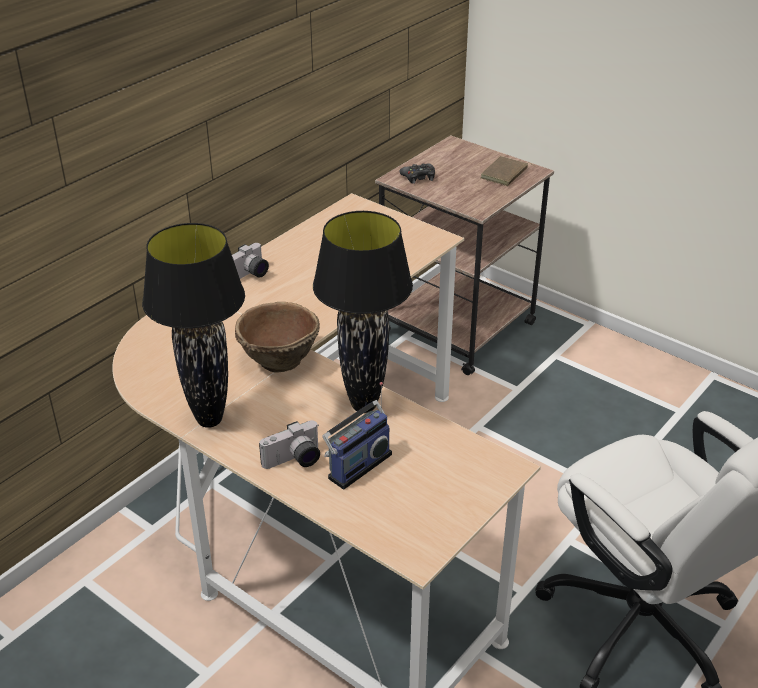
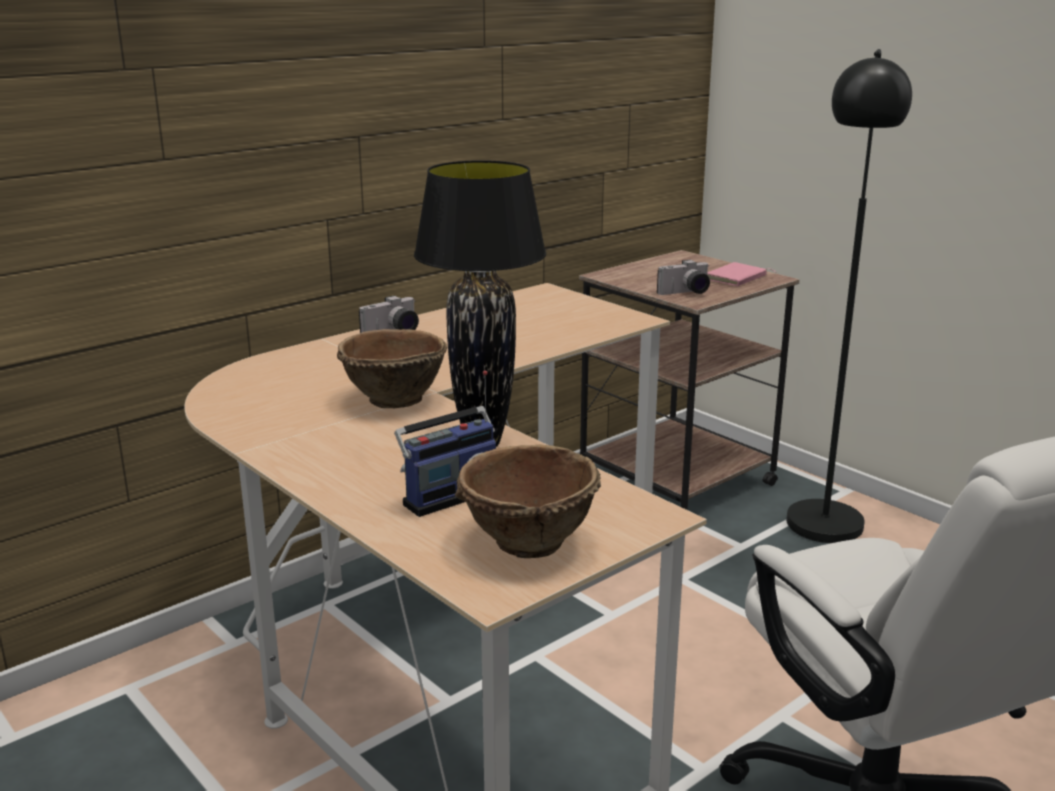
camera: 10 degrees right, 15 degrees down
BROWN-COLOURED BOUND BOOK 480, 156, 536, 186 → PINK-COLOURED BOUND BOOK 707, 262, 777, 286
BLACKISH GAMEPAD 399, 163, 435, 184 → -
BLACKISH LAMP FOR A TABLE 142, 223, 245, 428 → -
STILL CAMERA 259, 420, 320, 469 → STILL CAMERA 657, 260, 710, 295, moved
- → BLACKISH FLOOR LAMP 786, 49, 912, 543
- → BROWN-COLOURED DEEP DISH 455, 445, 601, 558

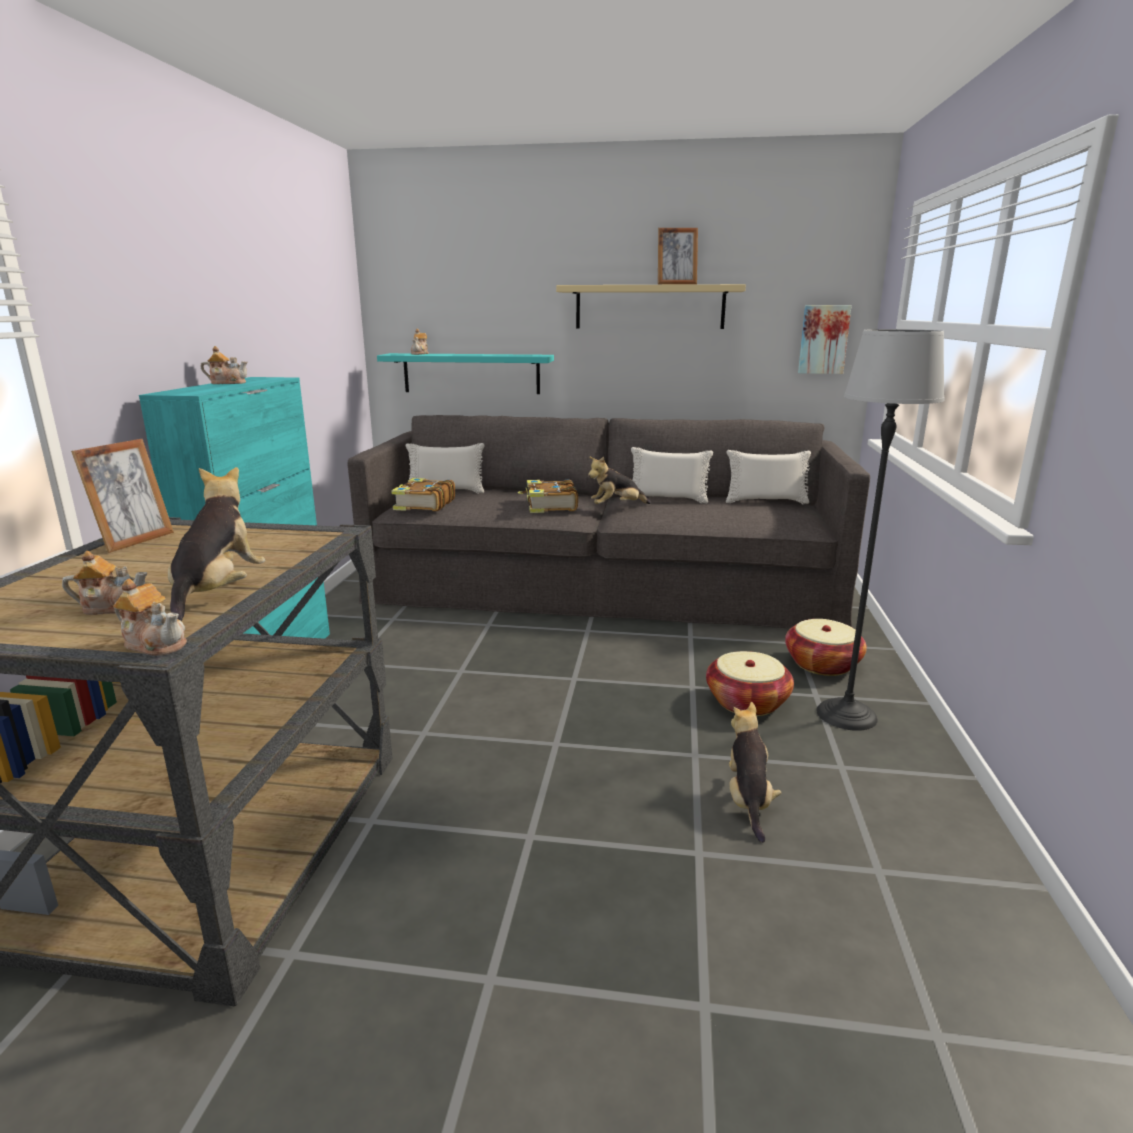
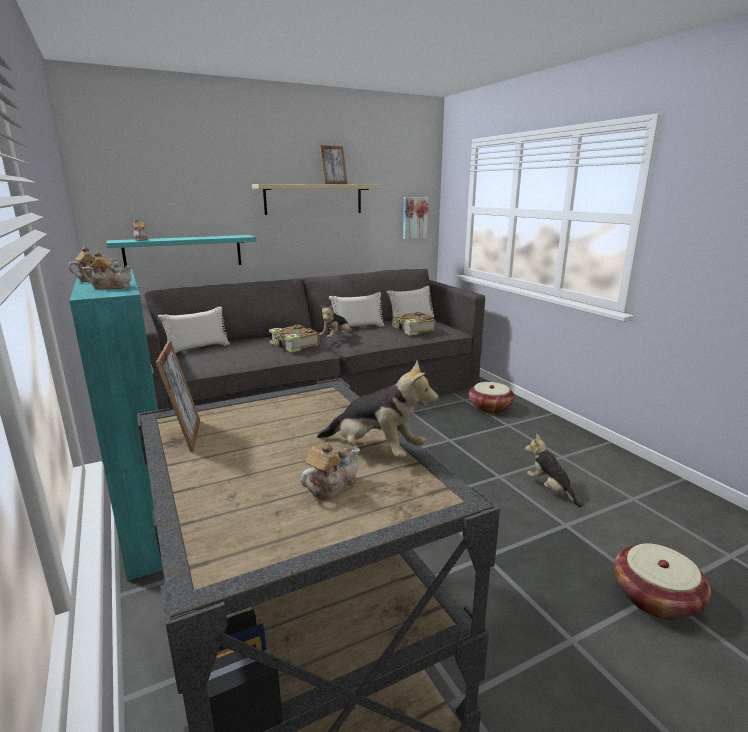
camera: 35 degrees left, 0 degrees up
FLOOR LAMP 816, 329, 945, 731 → -
PLUSH TOY 168, 467, 265, 621 → PLUSH TOY 317, 360, 438, 458, 150 degrees clockwise
BOUND BOOK 391, 478, 455, 511 → BOUND BOOK 392, 312, 436, 335, moved
TEA POT 113, 579, 187, 656 → TEA POT 82, 251, 132, 290, moved
BASKET 706, 651, 794, 716 → BASKET 614, 543, 711, 620, moved

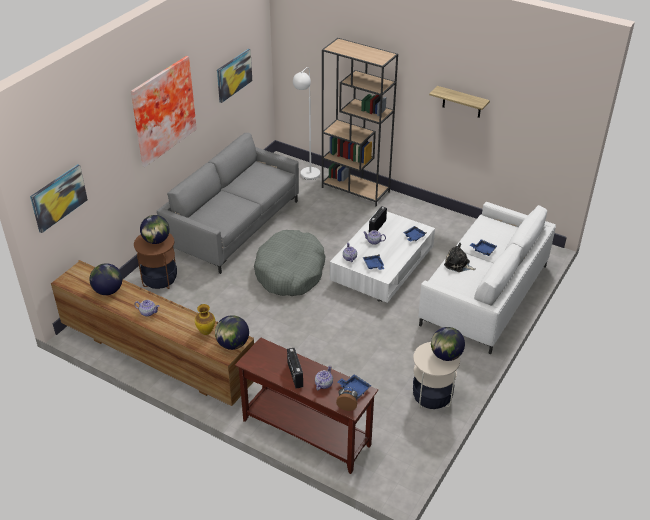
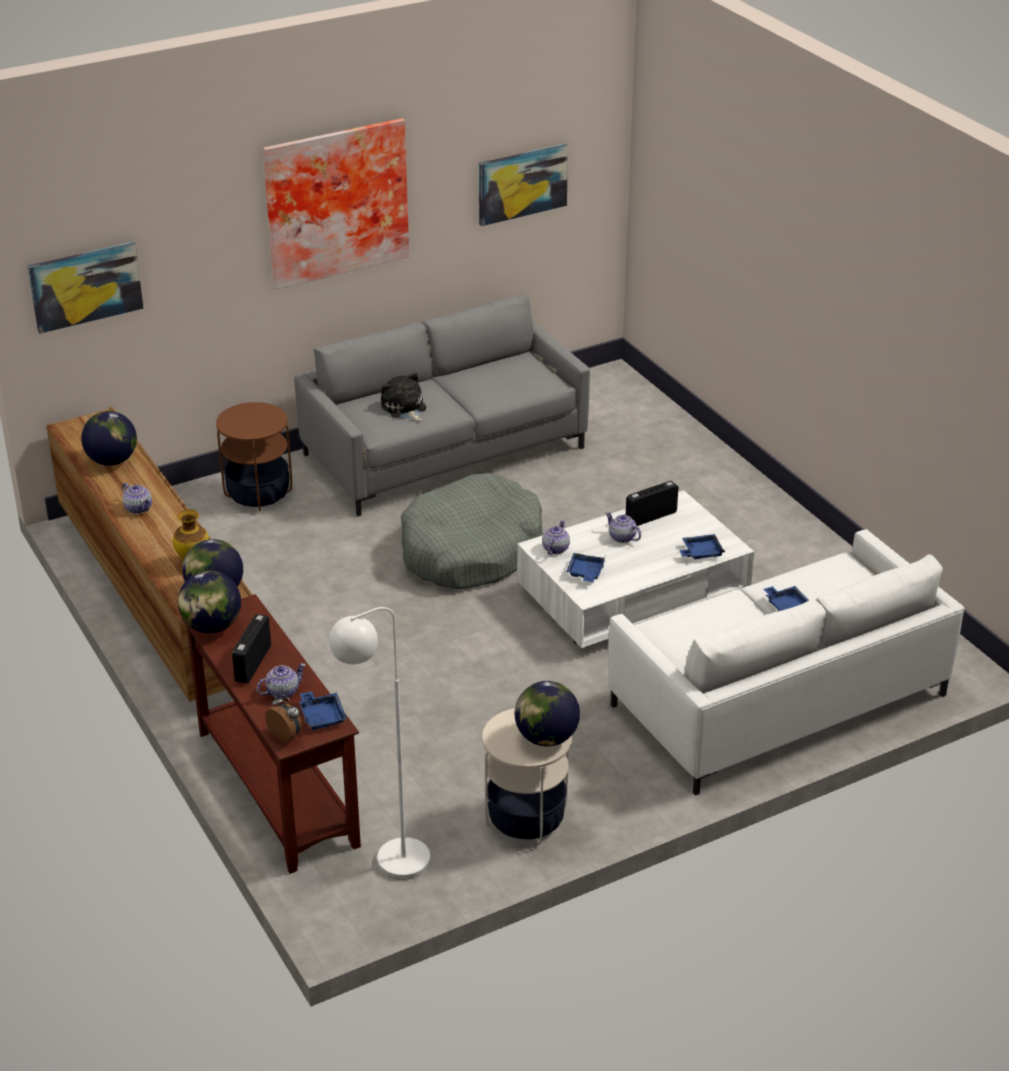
camera: 30 degrees right, 5 degrees down
BOOKSHELF 322, 38, 398, 206 → -
WHITISH FLOOR LAMP 293, 67, 320, 180 → WHITISH FLOOR LAMP 329, 607, 431, 880, moved
BRACKET SHELF 429, 86, 490, 118 → -
GLOBE 140, 215, 170, 244 → GLOBE 178, 571, 241, 633, moved
PLUSH TOY 444, 243, 476, 272 → PLUSH TOY 381, 372, 426, 422, moved

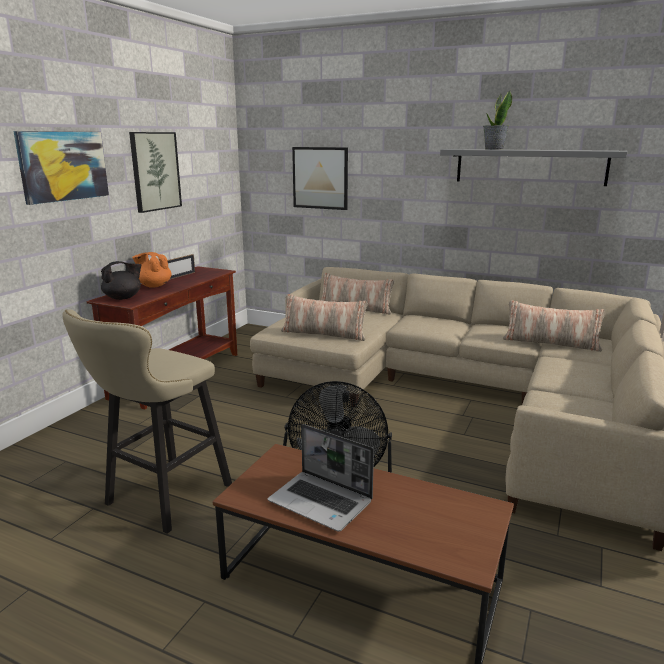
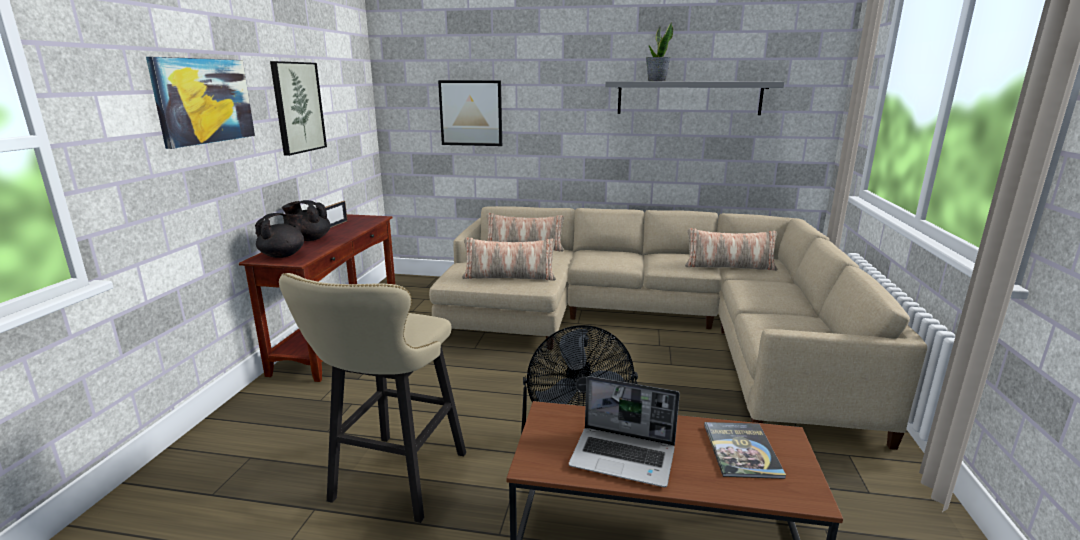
camera: 15 degrees left, 0 degrees up
ORANGEY TEA POT 132, 252, 171, 288 → BLACKISH TEA POT 282, 200, 331, 241
- → BOUND BOOK 704, 422, 786, 479

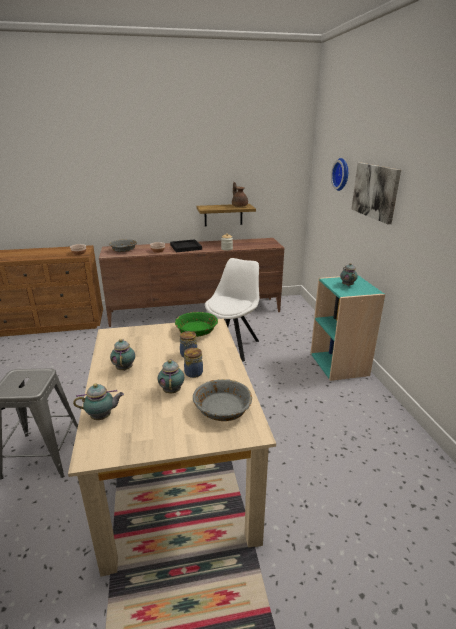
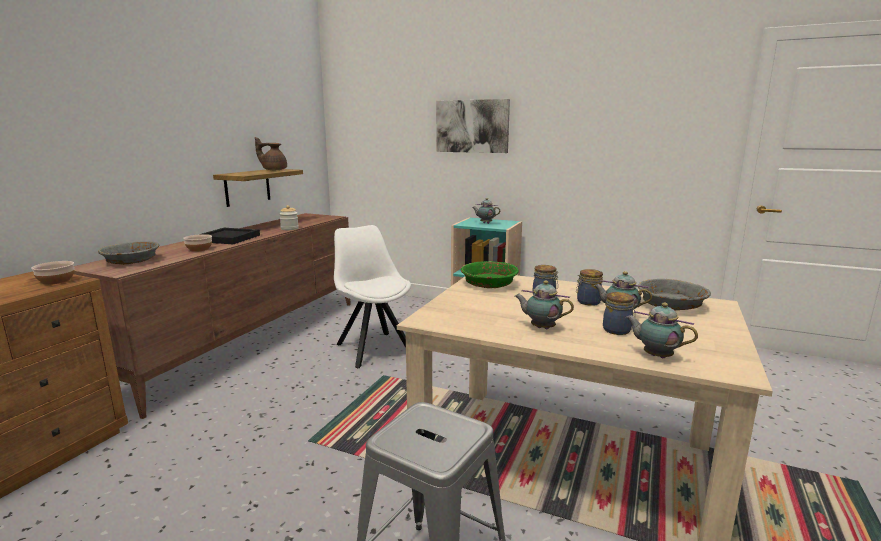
camera: 55 degrees left, 10 degrees down
WALL CLOCK 331, 158, 348, 191 → -
TEA POT 73, 383, 124, 420 → TEA POT 625, 303, 698, 358, 75 degrees counterclockwise
- → JAR 603, 292, 636, 335

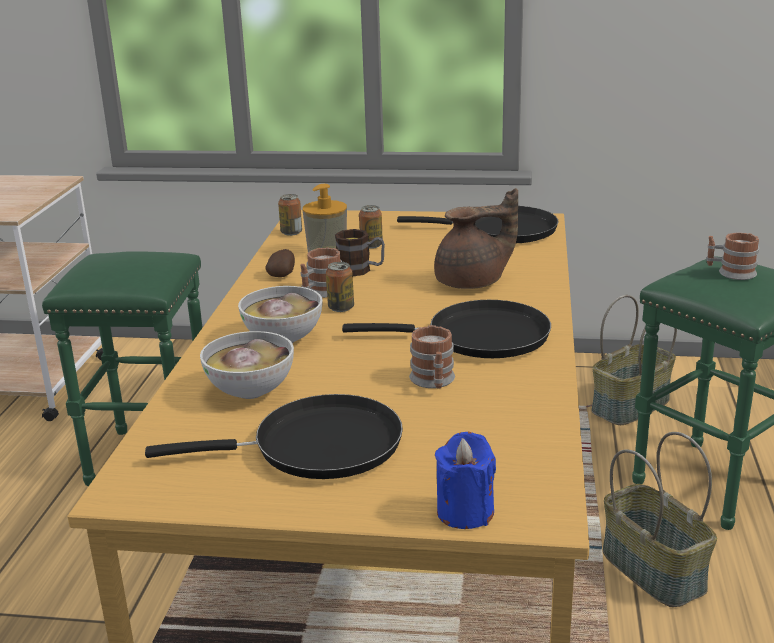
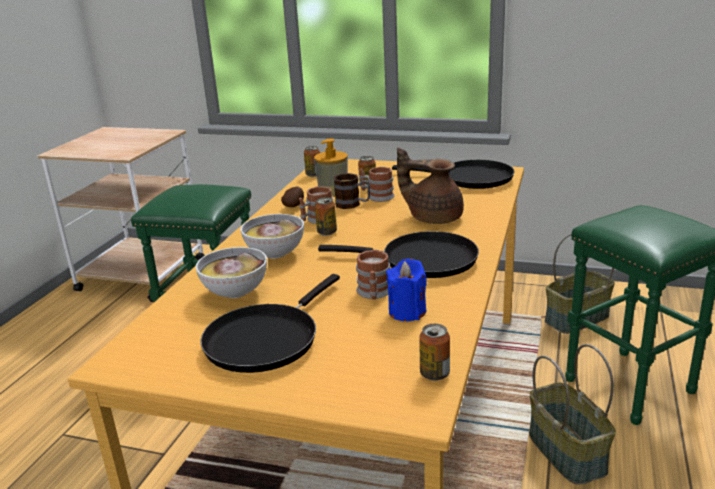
camera: 10 degrees right, 0 degrees up
BROWN-COLOURED TEA POT 434, 188, 518, 289 → BROWN-COLOURED TEA POT 397, 148, 464, 224, 150 degrees counterclockwise
TEA MUG 706, 232, 759, 280 → TEA MUG 360, 167, 395, 202, moved
BLACKISH FRYING PAN 145, 394, 403, 479 → BLACKISH FRYING PAN 200, 274, 340, 373, 120 degrees clockwise
BLUISH WAX CANDLE 435, 432, 496, 529 → BLUISH WAX CANDLE 386, 258, 427, 321, moved
- → CAN 419, 324, 450, 381

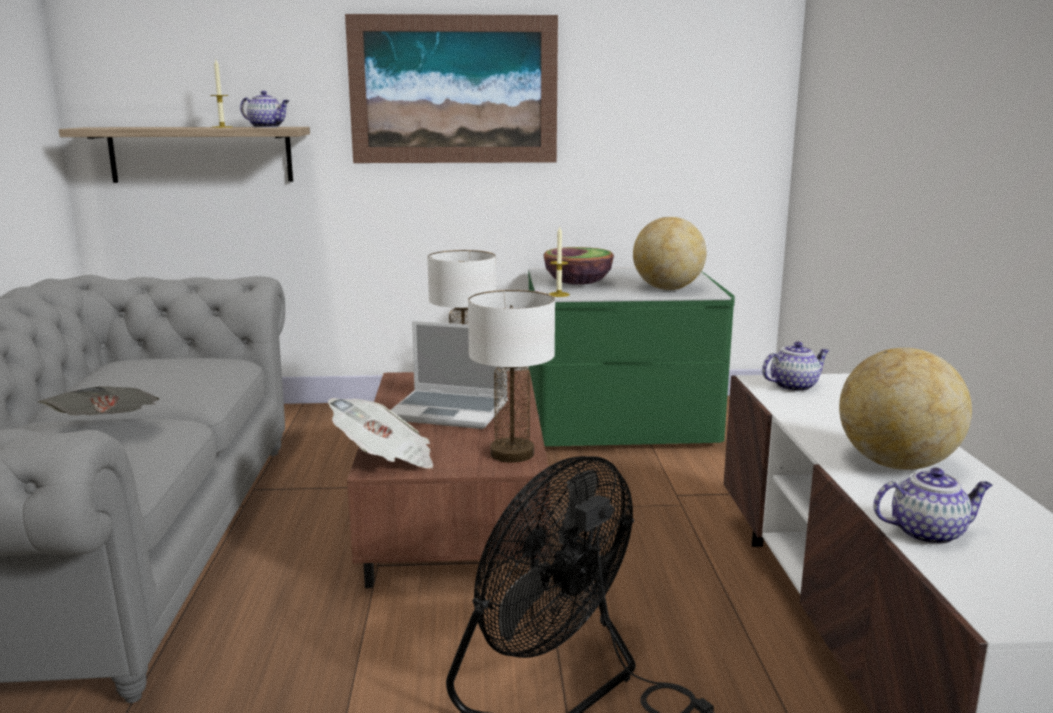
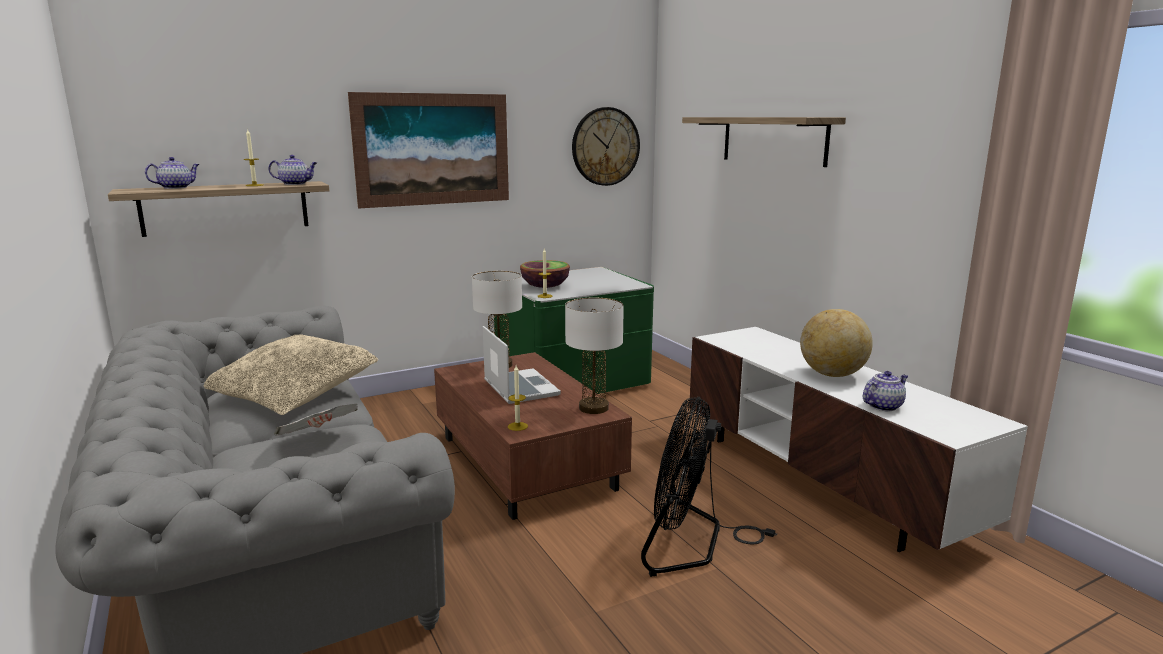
camera: 25 degrees left, 0 degrees up
GLOBE 633, 217, 706, 290 → -
PORTABLE COMPUTER 390, 321, 508, 429 → PORTABLE COMPUTER 483, 326, 561, 404, 105 degrees counterclockwise
TEA POT 762, 342, 829, 392 → TEA POT 145, 157, 199, 189, moved
NEWSPAPER 328, 398, 433, 469 → WAX CANDLE 508, 365, 528, 431
- → WALL CLOCK 572, 107, 640, 186
- → BRACKET SHELF 682, 117, 846, 167
- → BEIGE-COLOURED THROW PILLOW 203, 334, 378, 415

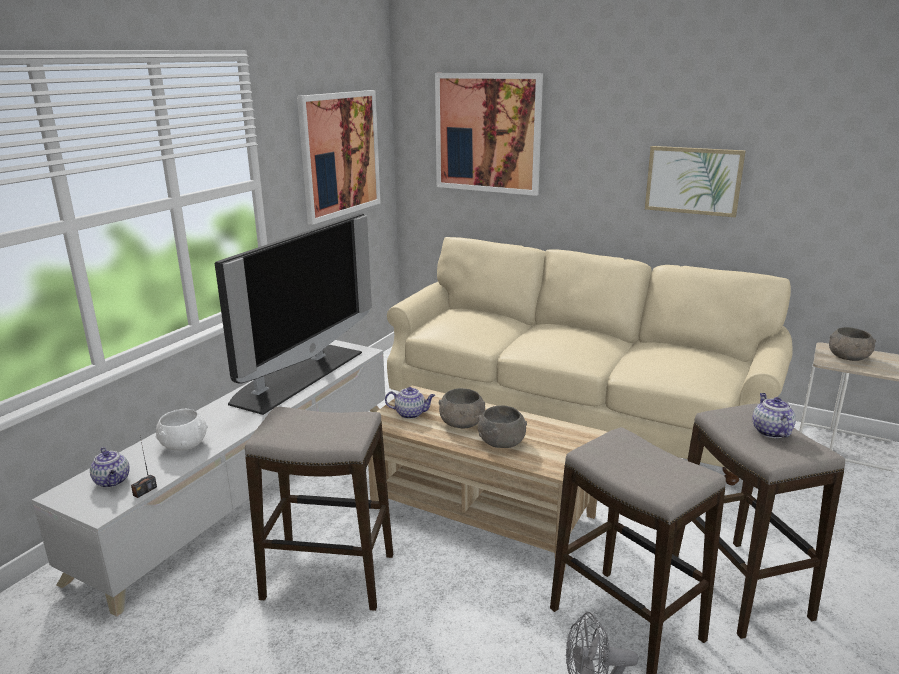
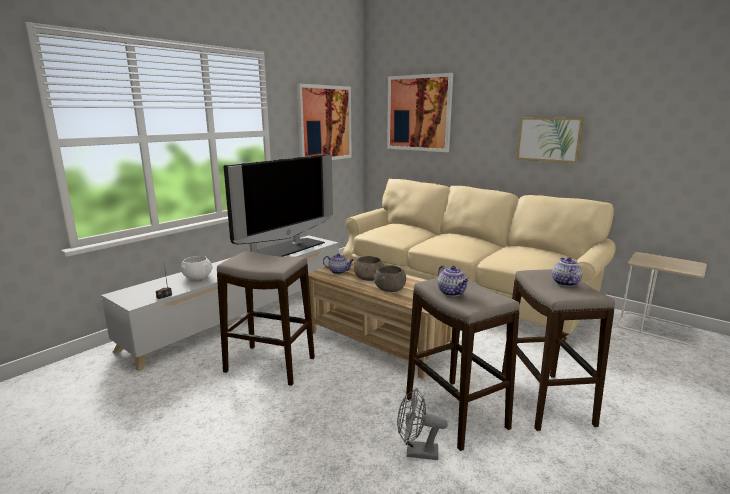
camera: 10 degrees right, 5 degrees down
GREYISH DEEP DISH 829, 327, 876, 361 → -
TEA POT 90, 447, 130, 488 → TEA POT 438, 265, 469, 296, moved

